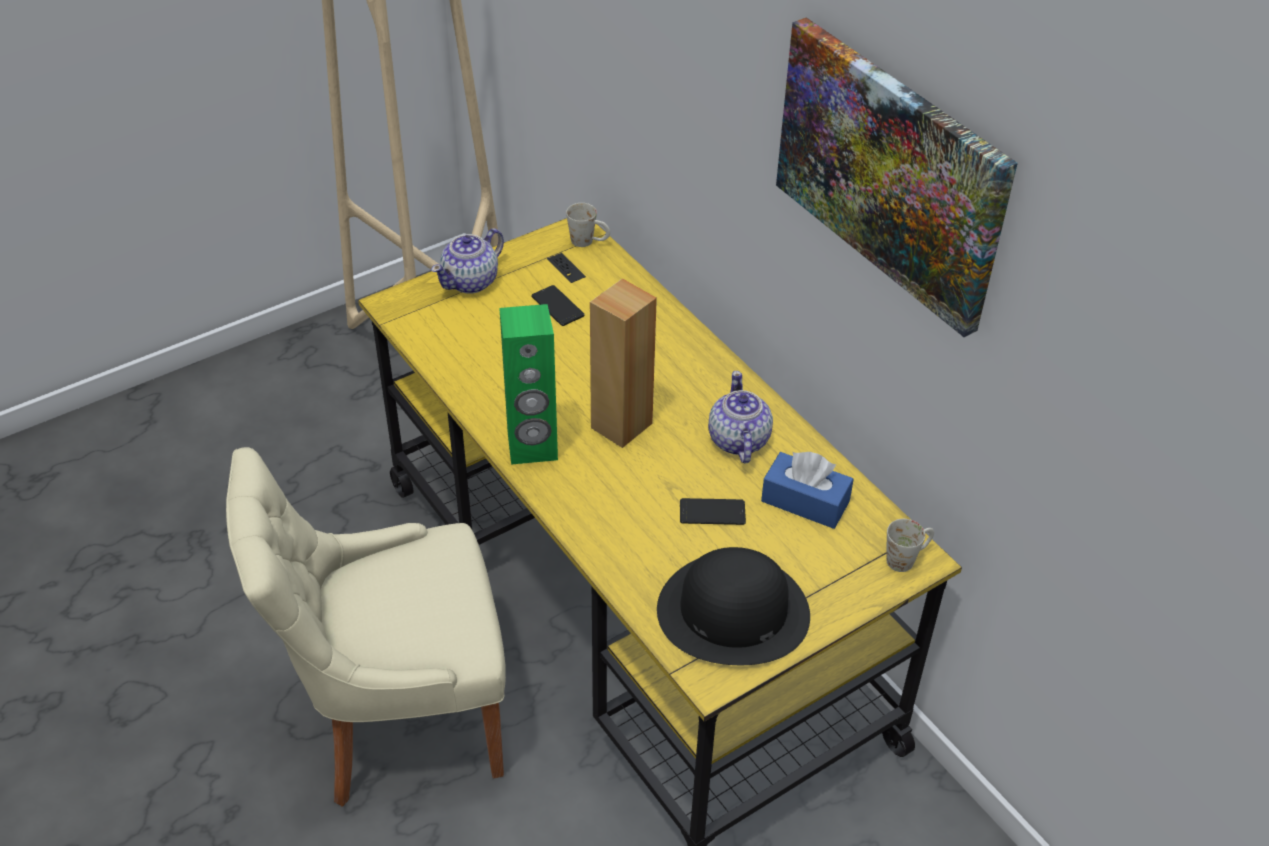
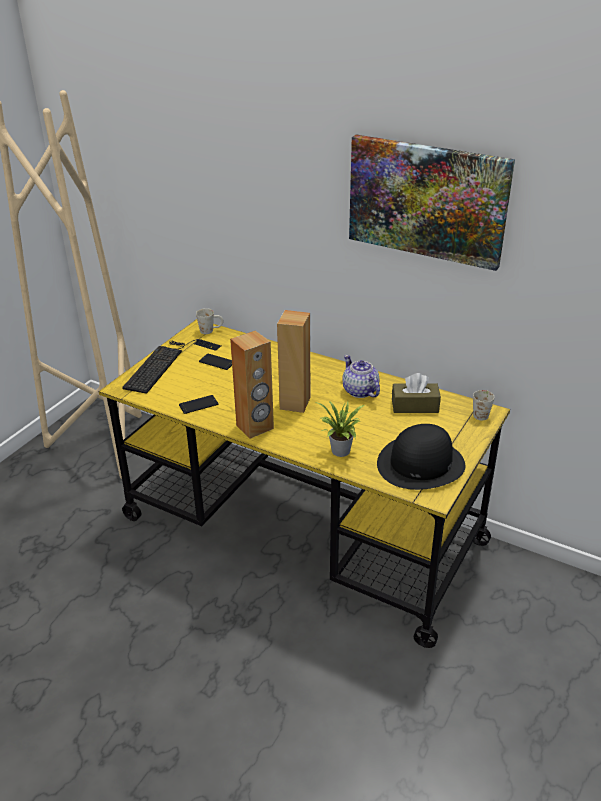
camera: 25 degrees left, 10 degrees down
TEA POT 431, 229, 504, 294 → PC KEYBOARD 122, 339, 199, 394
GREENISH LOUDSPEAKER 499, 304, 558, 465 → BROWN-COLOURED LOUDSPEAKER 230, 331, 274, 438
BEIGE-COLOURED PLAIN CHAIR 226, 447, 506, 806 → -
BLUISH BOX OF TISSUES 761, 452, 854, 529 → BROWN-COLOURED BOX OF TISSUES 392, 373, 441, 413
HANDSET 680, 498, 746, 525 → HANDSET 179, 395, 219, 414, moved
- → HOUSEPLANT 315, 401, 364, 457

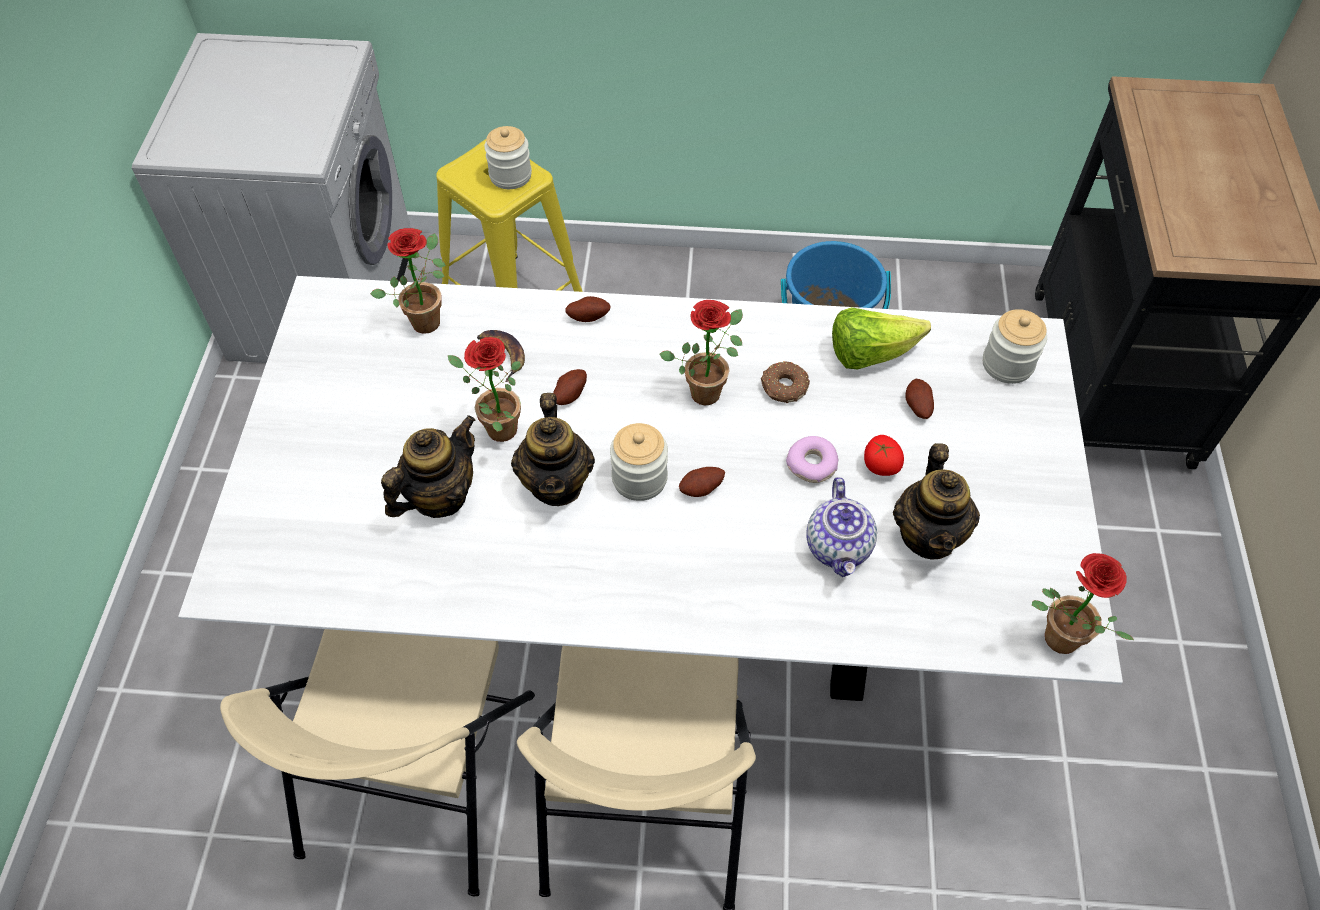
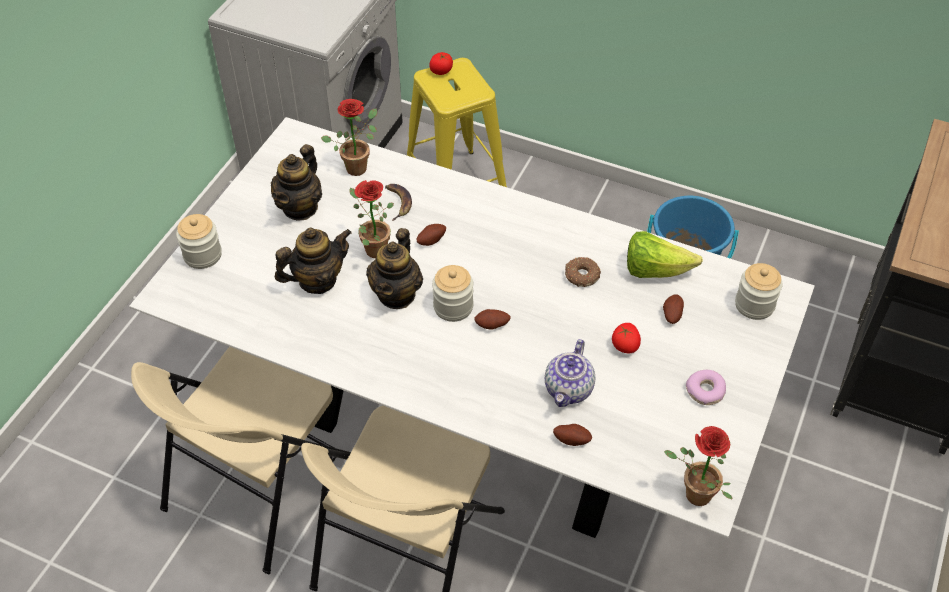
camera: 20 degrees right, 5 degrees down
JAR 484, 126, 532, 189 → JAR 176, 214, 222, 269, moved
SPUD 565, 296, 611, 322 → SPUD 553, 424, 592, 446, moved
HOUSEPLANT 659, 300, 743, 405 → -
DONUT 786, 436, 838, 483 → DONUT 686, 370, 726, 405, moved
TEA POT 893, 443, 980, 560 → TEA POT 271, 144, 322, 220, moved
- → WHOLE TOMATO 430, 52, 453, 75

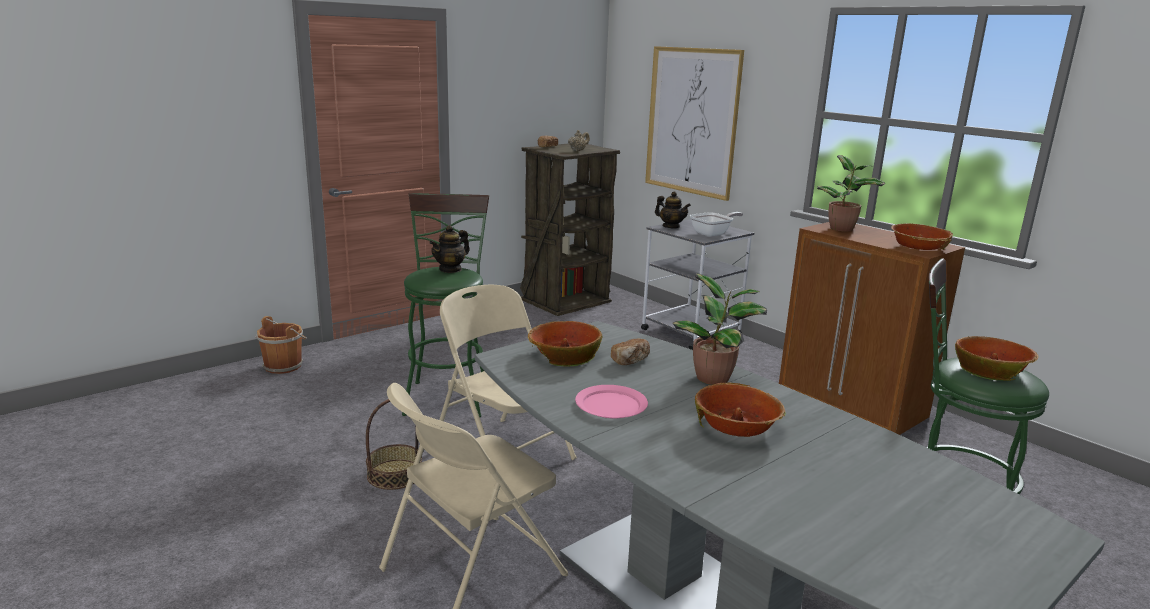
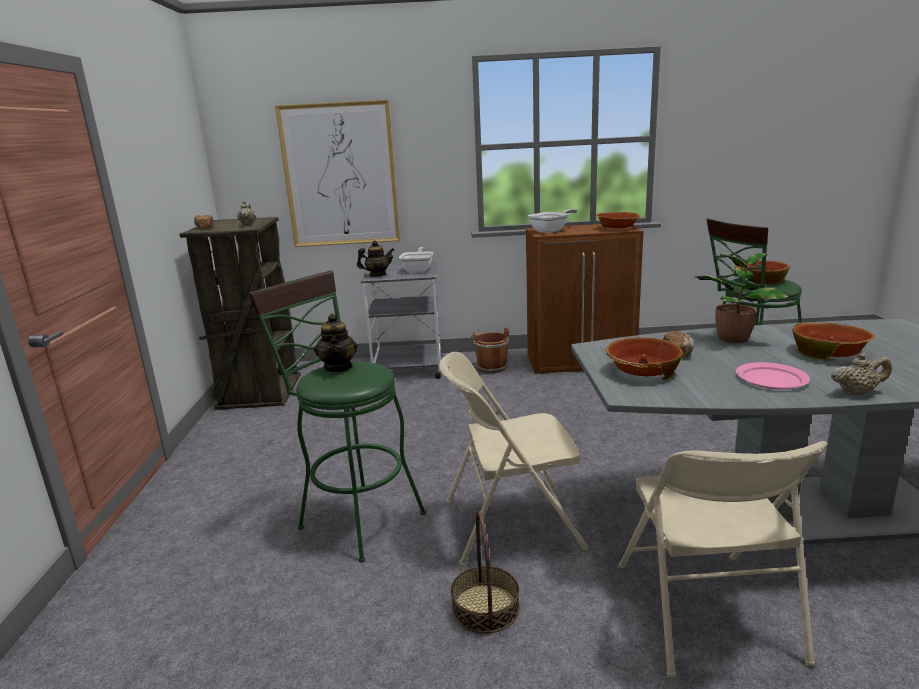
camera: 50 degrees left, 0 degrees up
HOUSEPLANT 817, 155, 885, 232 → FRYING PAN 528, 209, 577, 233
BROWN-COLOURED PAIL 255, 316, 307, 374 → BROWN-COLOURED PAIL 471, 328, 509, 373, moved
- → BEIGE-COLOURED TEA POT 831, 353, 892, 395

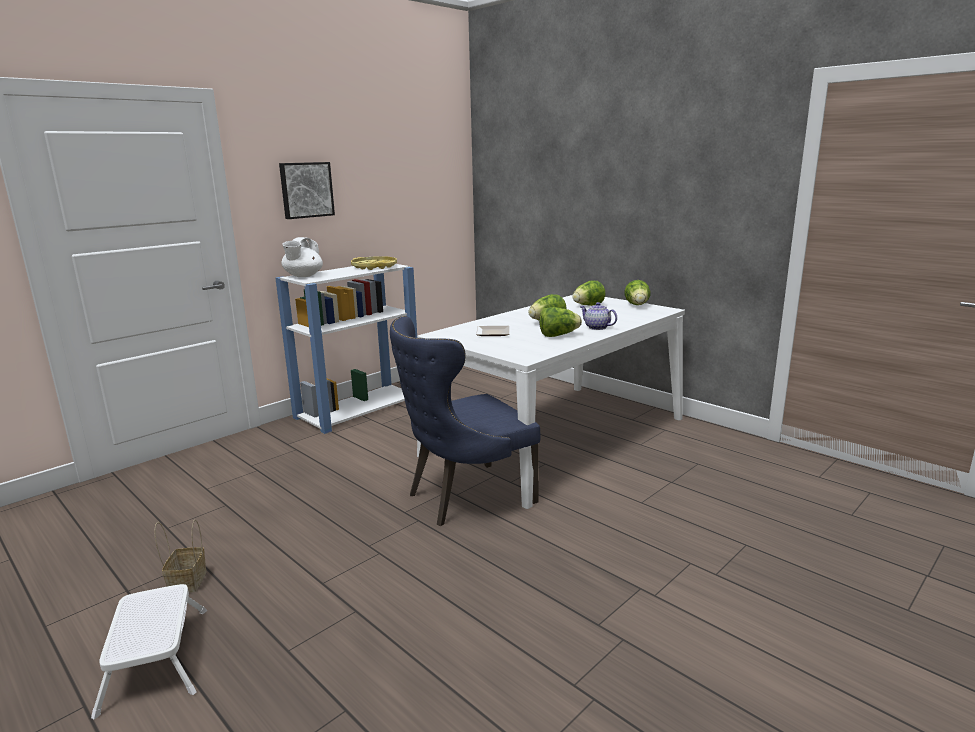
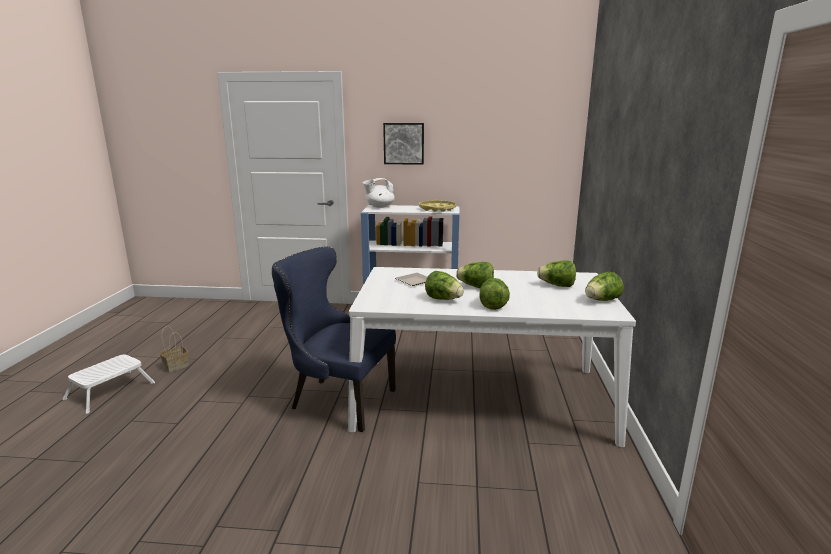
camera: 50 degrees right, 0 degrees up
TEA POT 580, 302, 617, 330 → LETTUCE 479, 278, 510, 310

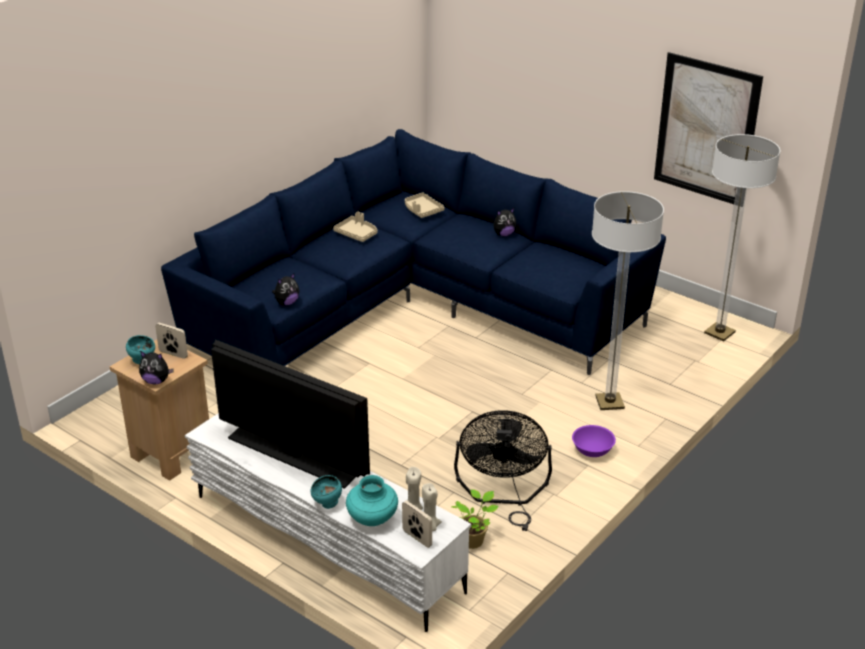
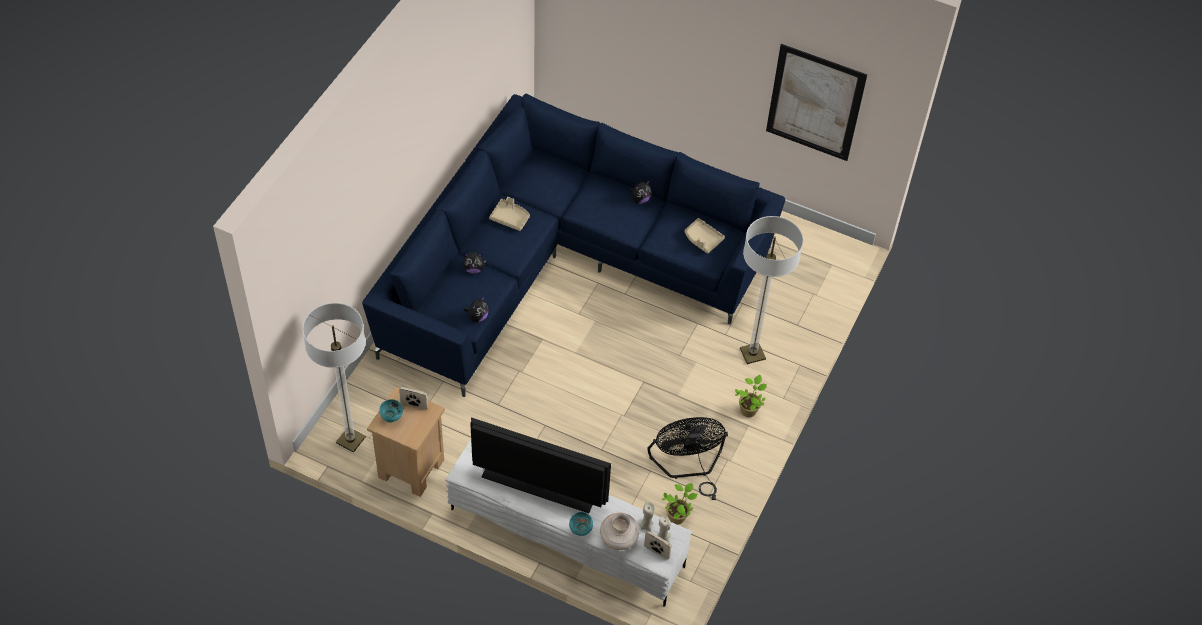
camera: 15 degrees left, 20 degrees up
FLOOR LAMP 704, 134, 780, 341 → FLOOR LAMP 302, 303, 366, 453, moved
BEIGE-COLOURED SERVING TRAY 405, 192, 444, 218 → BEIGE-COLOURED SERVING TRAY 685, 218, 725, 254, moved
PLUSH TOY 139, 351, 174, 385 → PLUSH TOY 463, 252, 487, 274, moved
PURPLE-COLOURED DEEP DISH 572, 425, 616, 457 → HOUSEPLANT 735, 375, 767, 417
TURQUOISE-COLOURED VASE 346, 475, 398, 526 → BEIGE-COLOURED VASE 600, 513, 639, 550

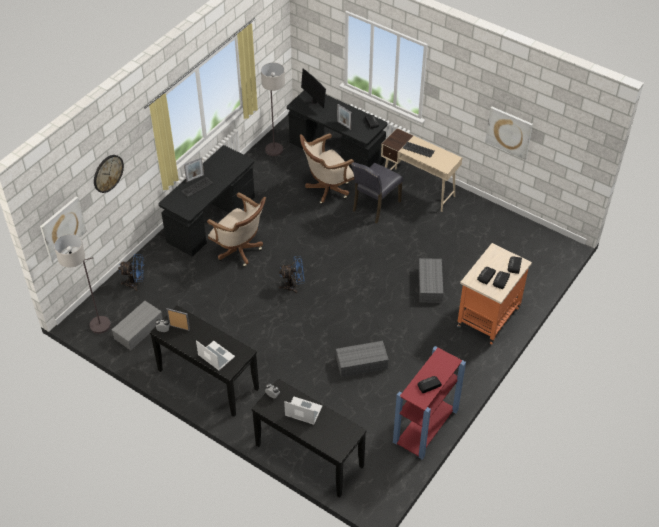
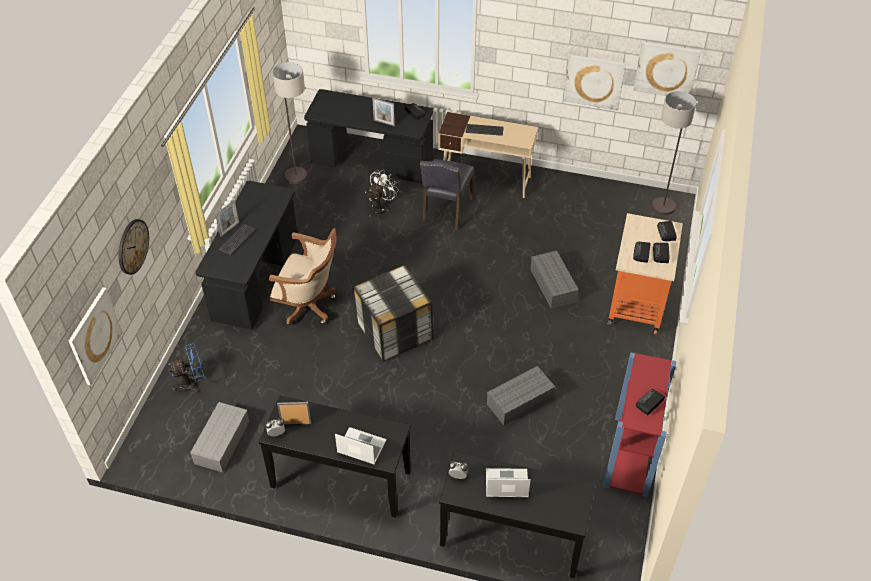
camera: 20 degrees left, 0 degrees up
COMPUTER SCREEN 301, 69, 326, 109 → -
COMPUTER CHAIR 300, 133, 354, 204 → WHITISH COOLING FAN 365, 170, 399, 217
GREYISH FLOOR LAMP 54, 234, 111, 334 → GREYISH FLOOR LAMP 652, 91, 696, 215, moved
BLUISH COOLING FAN 279, 256, 305, 293 → STORAGE BOX 353, 265, 434, 362
- → WALL ART 633, 42, 701, 96

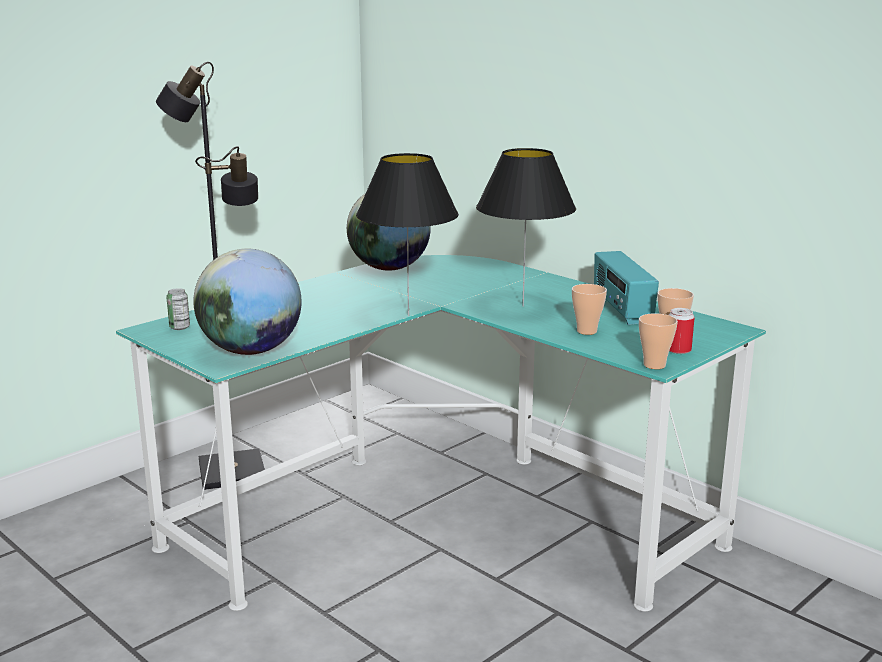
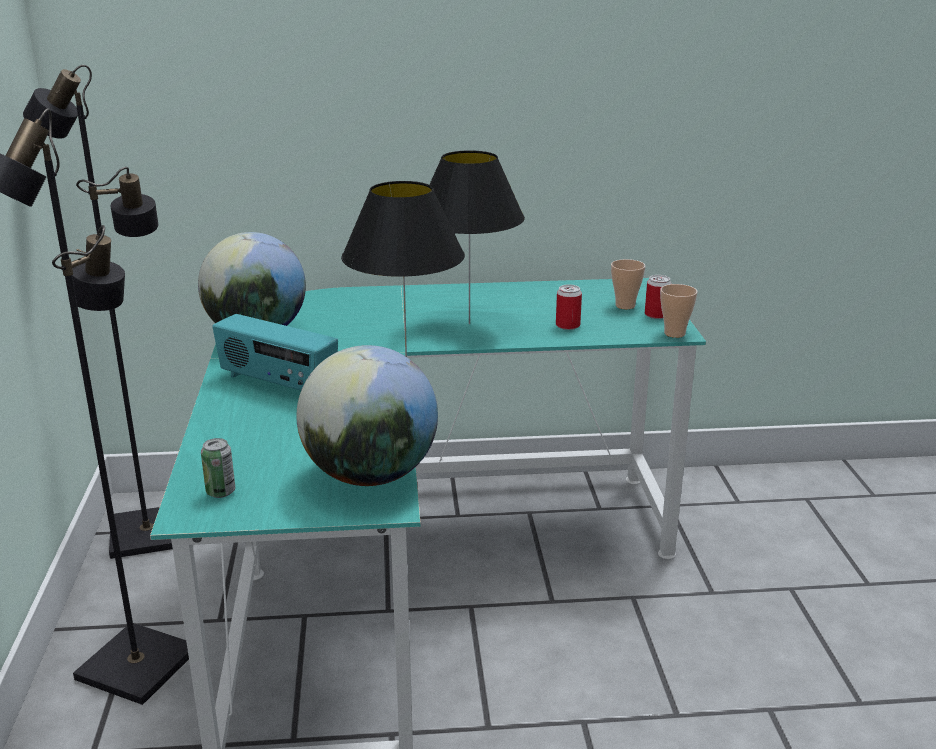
camera: 50 degrees left, 5 degrees up
RADIO RECEIVER 594, 251, 659, 325 → RADIO RECEIVER 212, 314, 338, 391, moved
CUP 572, 284, 607, 335 → CAN 556, 284, 582, 330
- → BLACKISH FLOOR LAMP 23, 65, 173, 559

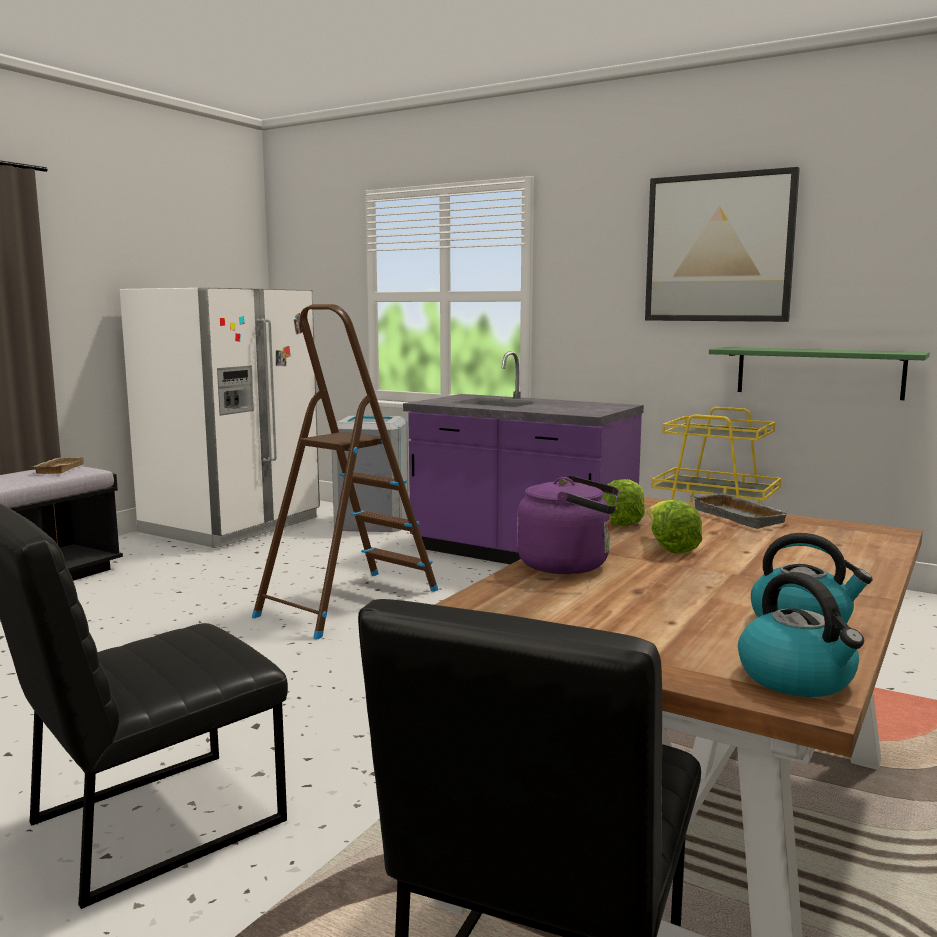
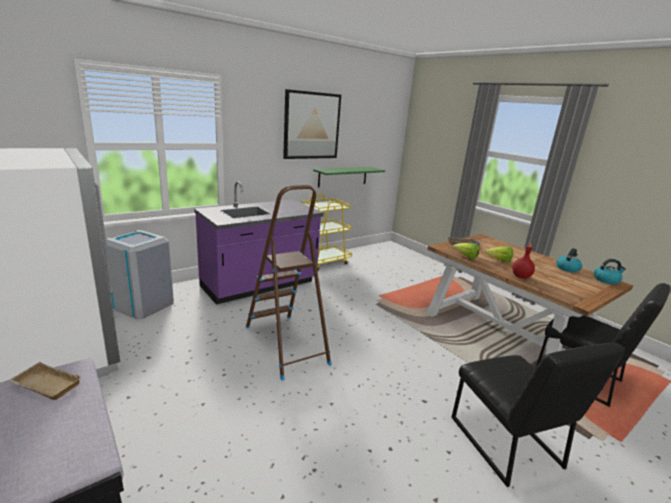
camera: 70 degrees left, 10 degrees up
PURPLE-COLOURED TEA KETTLE 517, 475, 619, 574 → RED DRINK BOTTLE 512, 243, 535, 279

